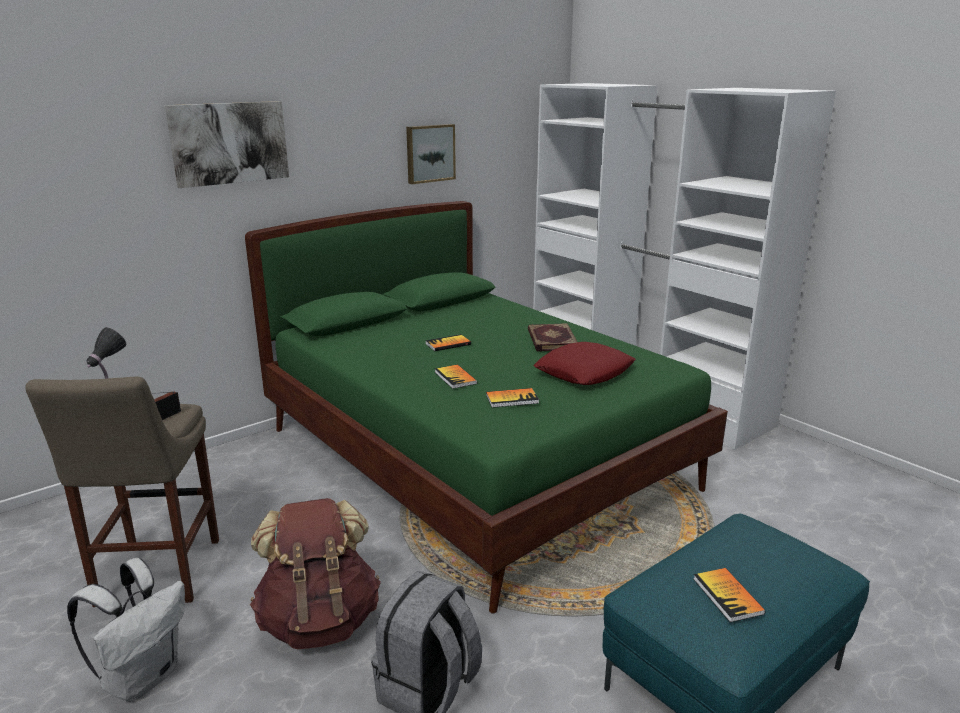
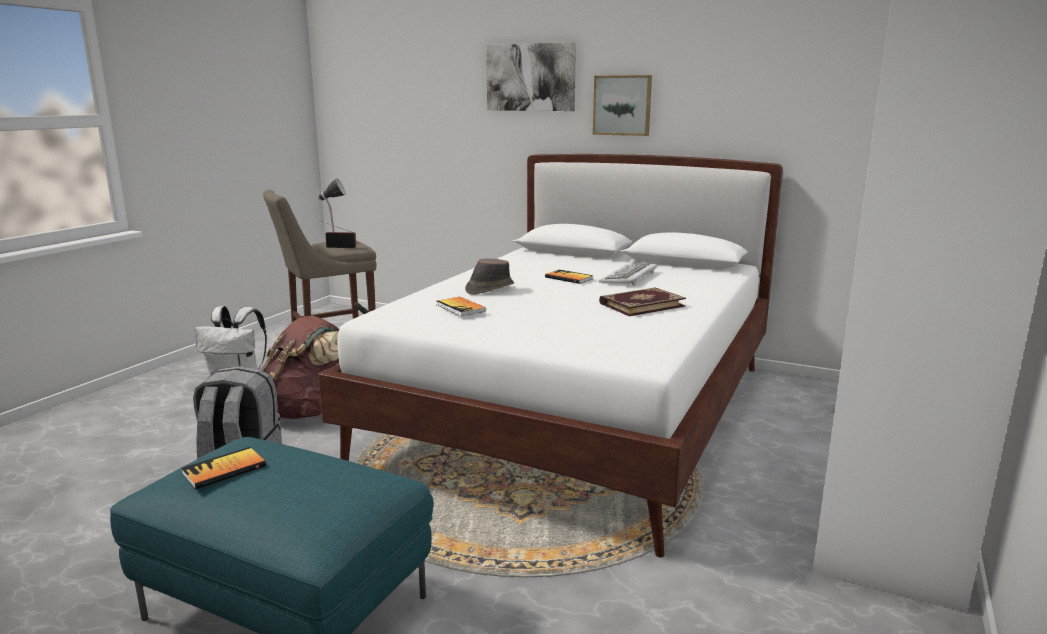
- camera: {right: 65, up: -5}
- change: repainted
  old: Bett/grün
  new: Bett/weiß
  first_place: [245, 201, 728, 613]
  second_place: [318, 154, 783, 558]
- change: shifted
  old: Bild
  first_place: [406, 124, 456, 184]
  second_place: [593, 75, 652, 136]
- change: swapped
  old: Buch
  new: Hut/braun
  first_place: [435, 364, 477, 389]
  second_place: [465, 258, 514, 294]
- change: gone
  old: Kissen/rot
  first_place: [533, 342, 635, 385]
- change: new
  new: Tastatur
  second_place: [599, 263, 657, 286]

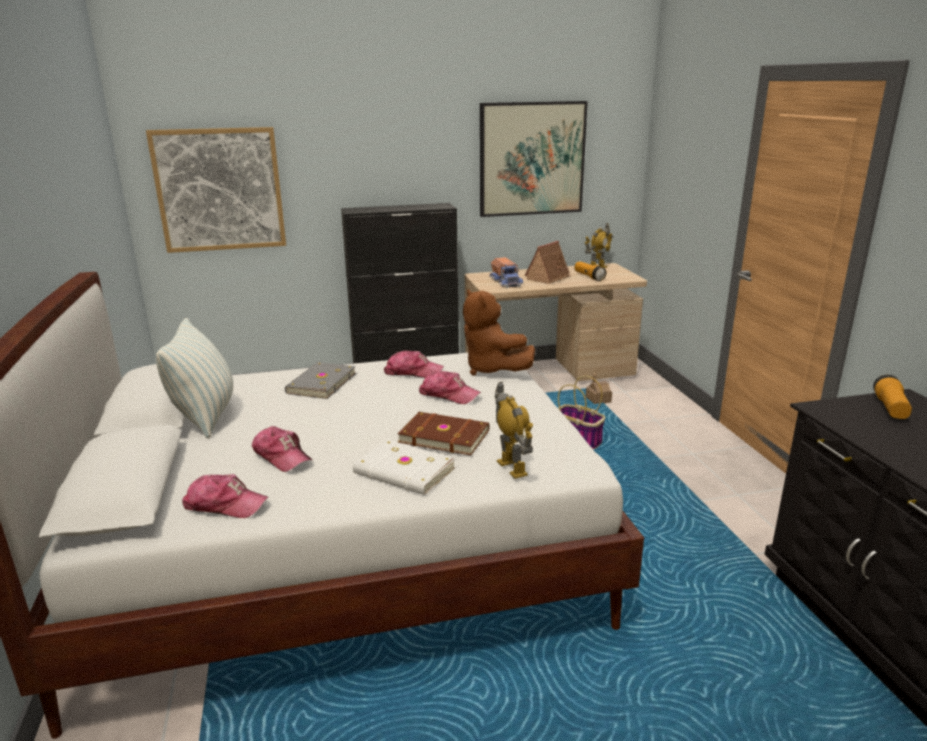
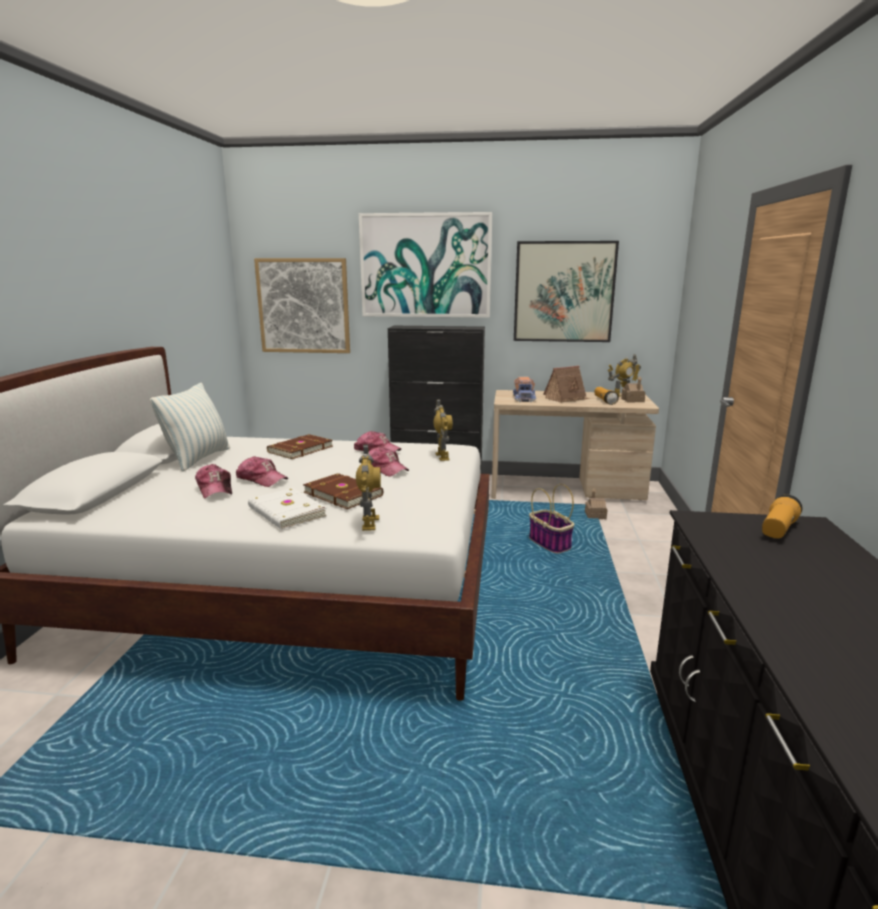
- camera: {right: 20, up: -5}
- change: shifted
  old: Kappe
  first_place: [182, 474, 268, 518]
  second_place: [236, 456, 288, 487]
- change: repainted
  old: Buch/grau
  new: Buch/braun
  first_place: [285, 362, 356, 399]
  second_place: [267, 434, 333, 459]
- change: swapped
  old: Plüschtier/braun
  new: Spielzeugroboter
  first_place: [463, 289, 535, 376]
  second_place: [433, 399, 453, 461]
- change: new
  new: Bild
  second_place: [359, 212, 492, 318]
- change: new
  new: Spielzeughaus
  second_place: [621, 376, 646, 402]

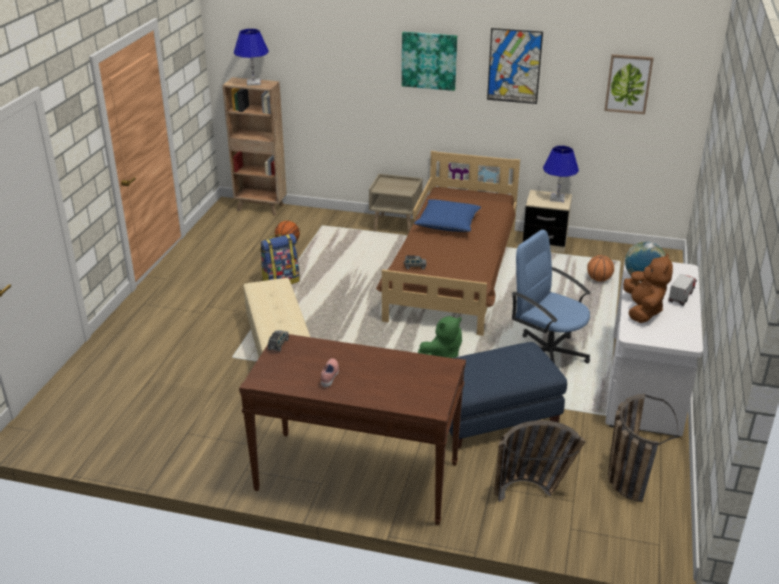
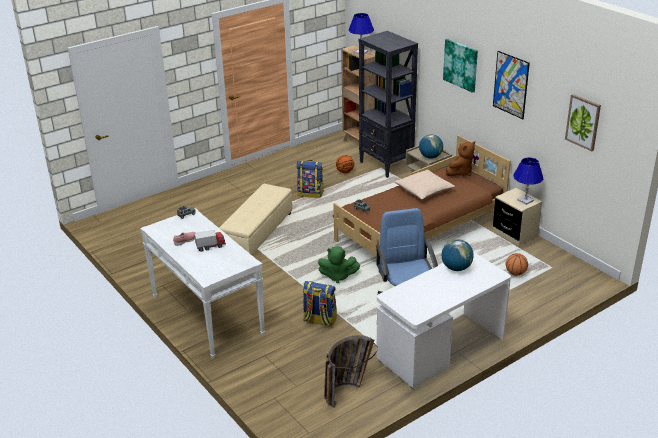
- camera: {right: 40, up: 0}
- change: repainted
  old: Konsolentisch/braun
  new: Konsolentisch/weiß
  first_place: [239, 334, 466, 525]
  second_place: [140, 208, 265, 359]
- change: repainted
  old: Kissen/blau
  new: Kissen/beige
  first_place: [414, 199, 481, 232]
  second_place: [394, 170, 455, 200]
- change: swapped
  old: Polsterhocker/blau
  new: Rucksack
  first_place: [449, 342, 567, 448]
  second_place: [303, 281, 337, 327]
- change: gone
  old: Korb
  first_place: [494, 420, 586, 502]
- change: shifted
  old: Plüschtier/braun
  first_place: [623, 254, 673, 323]
  second_place: [446, 141, 475, 176]
- change: shifted
  old: Spielzeuglaster
  first_place: [668, 274, 697, 306]
  second_place: [194, 230, 226, 252]
- change: new
  new: Bücherregal/schwarz
  second_place: [359, 31, 418, 178]
- change: new
  new: Globus
  second_place: [419, 134, 443, 159]

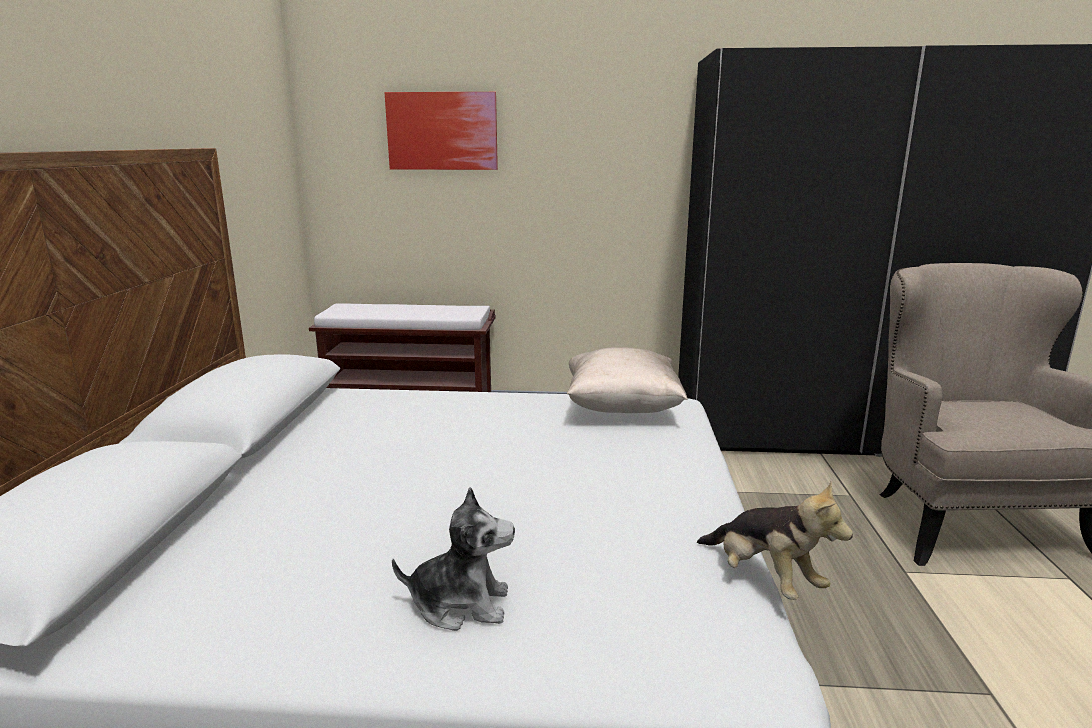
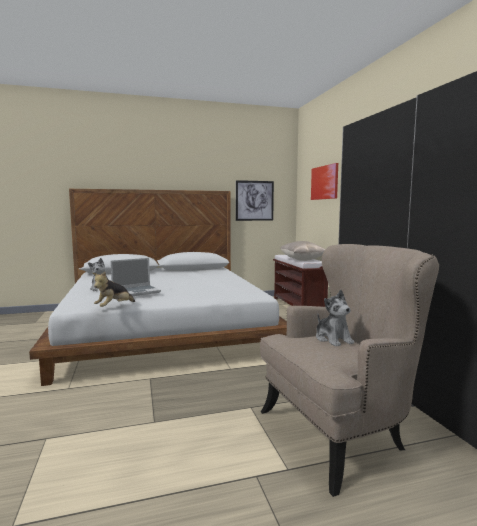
- camera: {right: 70, up: -10}
- change: shifted
  old: Kissen/beige
  first_place: [567, 347, 688, 413]
  second_place: [280, 241, 325, 261]
- change: new
  new: Laptop
  second_place: [111, 258, 161, 296]
- change: new
  new: Bild
  second_place: [236, 180, 274, 221]
- change: new
  new: Plüschtier
  second_place: [316, 290, 354, 346]

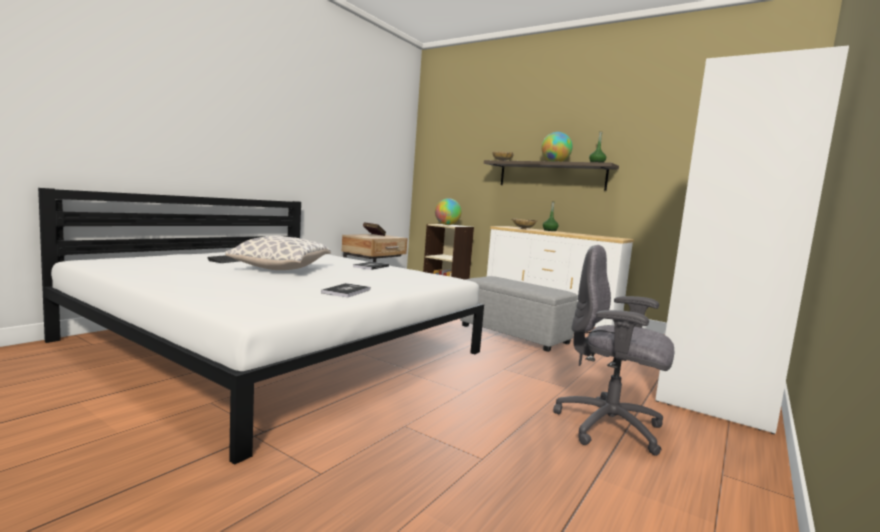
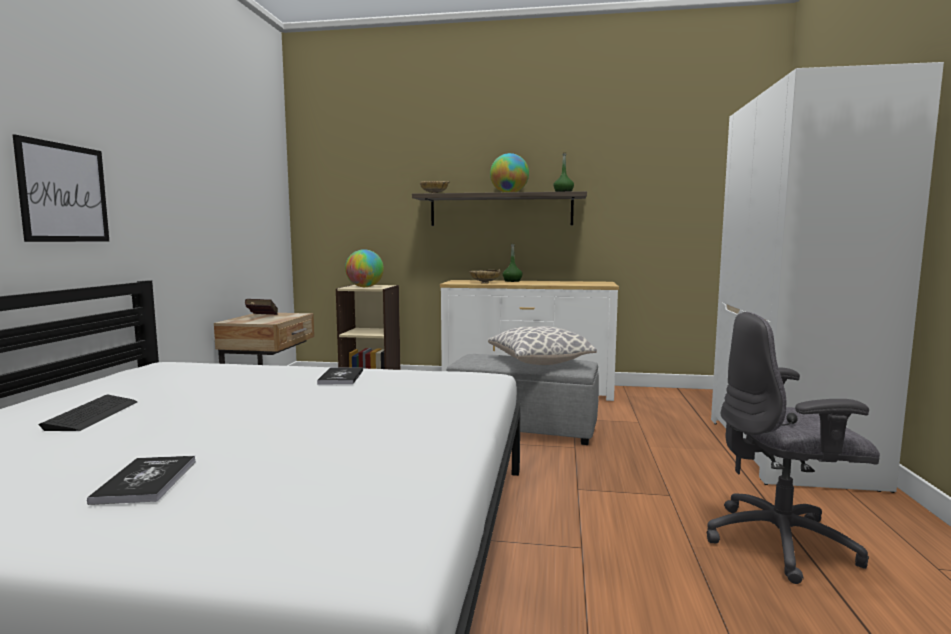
- camera: {right: -25, up: 0}
- change: shifted
  old: Kissen
  first_place: [225, 236, 331, 270]
  second_place: [488, 326, 597, 365]
- change: shifted
  old: Buch
  first_place: [321, 283, 370, 298]
  second_place: [87, 456, 196, 505]
- change: new
  new: Bild
  second_place: [13, 135, 109, 242]

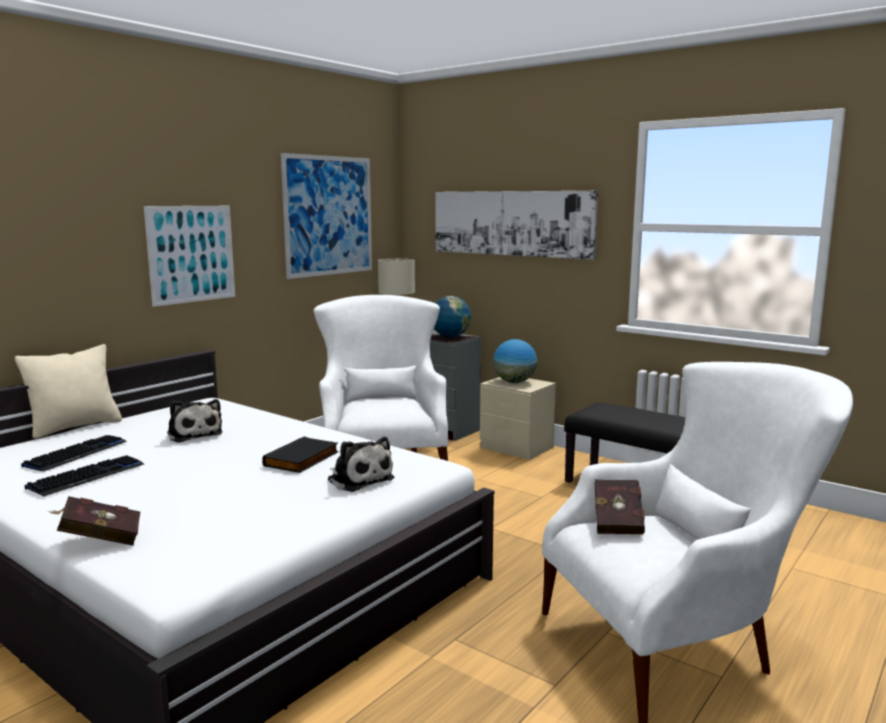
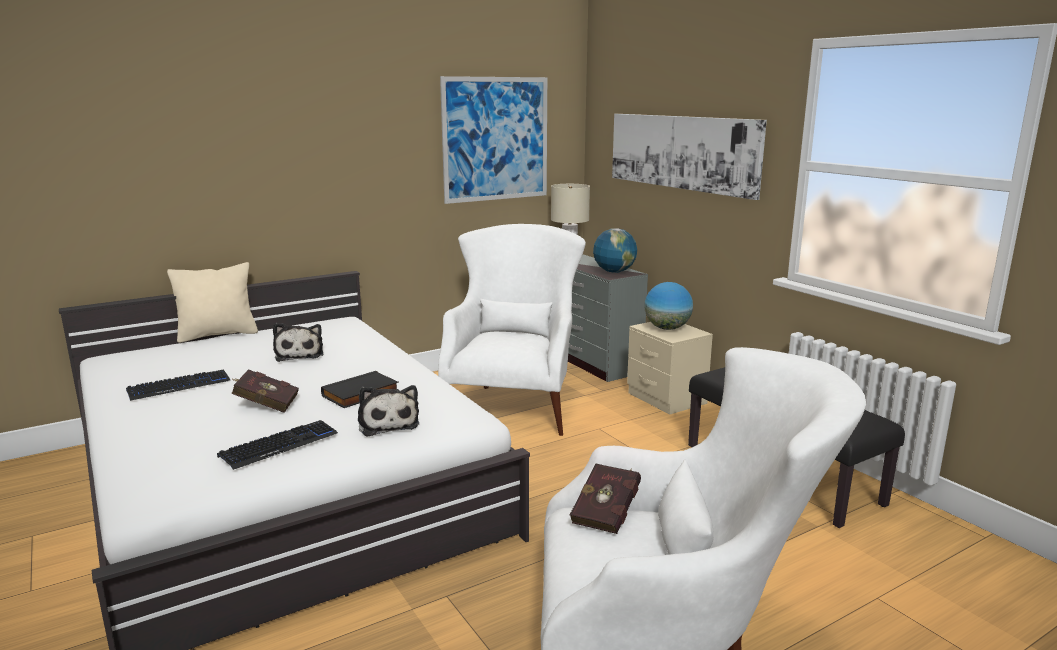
- camera: {right: 20, up: 5}
- change: shifted
  old: Tastatur
  first_place: [21, 435, 127, 472]
  second_place: [217, 420, 338, 470]
- change: shifted
  old: Buch/rot
  first_place: [48, 496, 140, 546]
  second_place: [231, 369, 299, 413]
- change: gone
  old: Bild
  first_place: [144, 206, 235, 307]

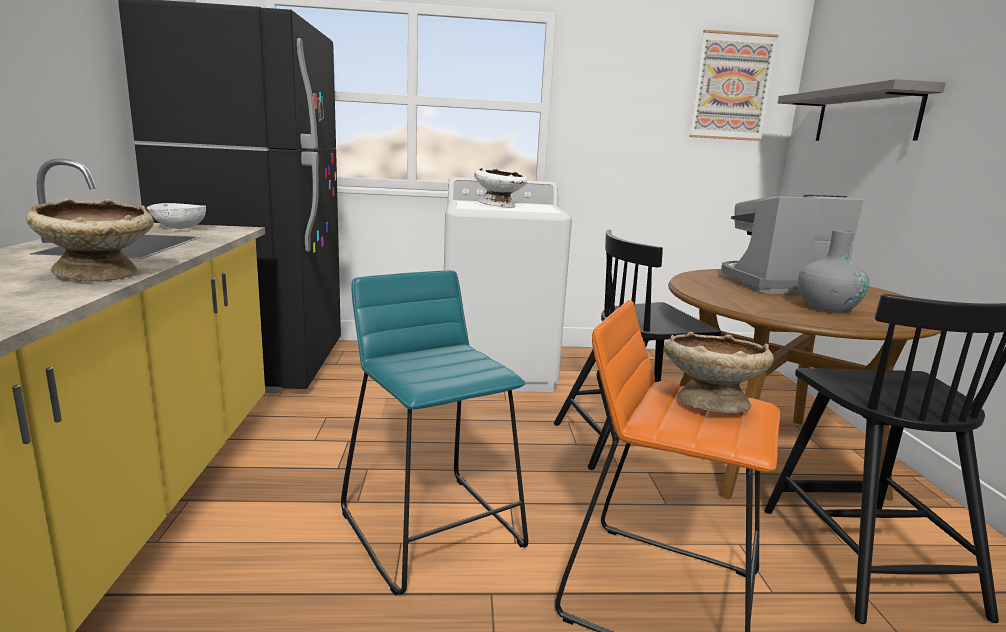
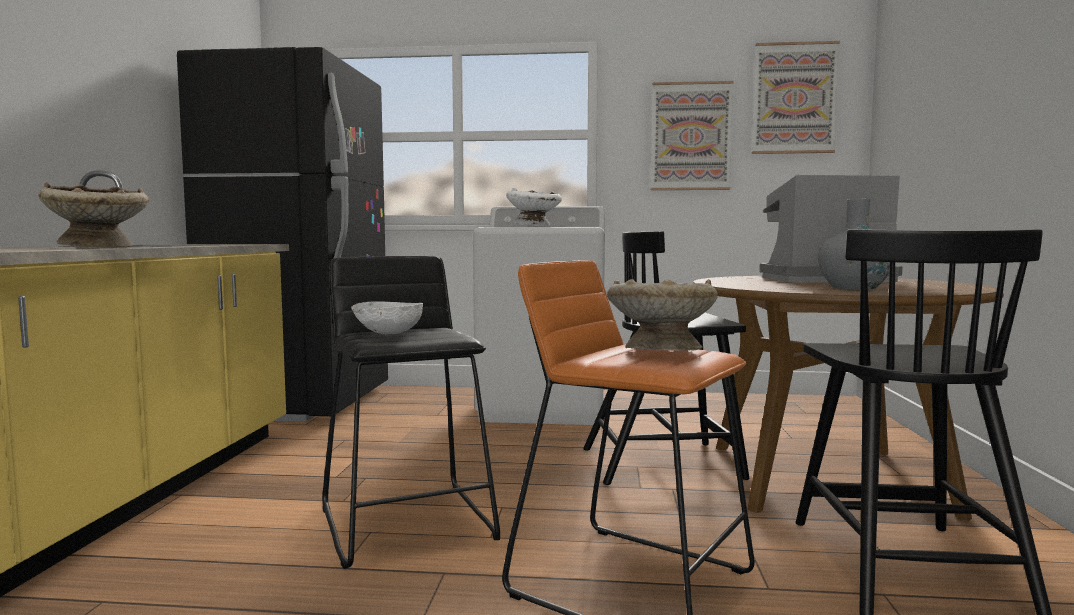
- camera: {right: 10, up: -10}
- change: shifted
  old: Schüssel/weiß
  first_place: [147, 203, 206, 229]
  second_place: [351, 302, 423, 335]
- change: repainted
  old: Hocker/türkis
  new: Hocker/schwarz
  first_place: [341, 270, 528, 595]
  second_place: [322, 256, 500, 569]
- change: gone
  old: Wandregal/grau
  first_place: [778, 79, 946, 141]
- change: new
  new: Bild
  second_place: [650, 81, 733, 190]

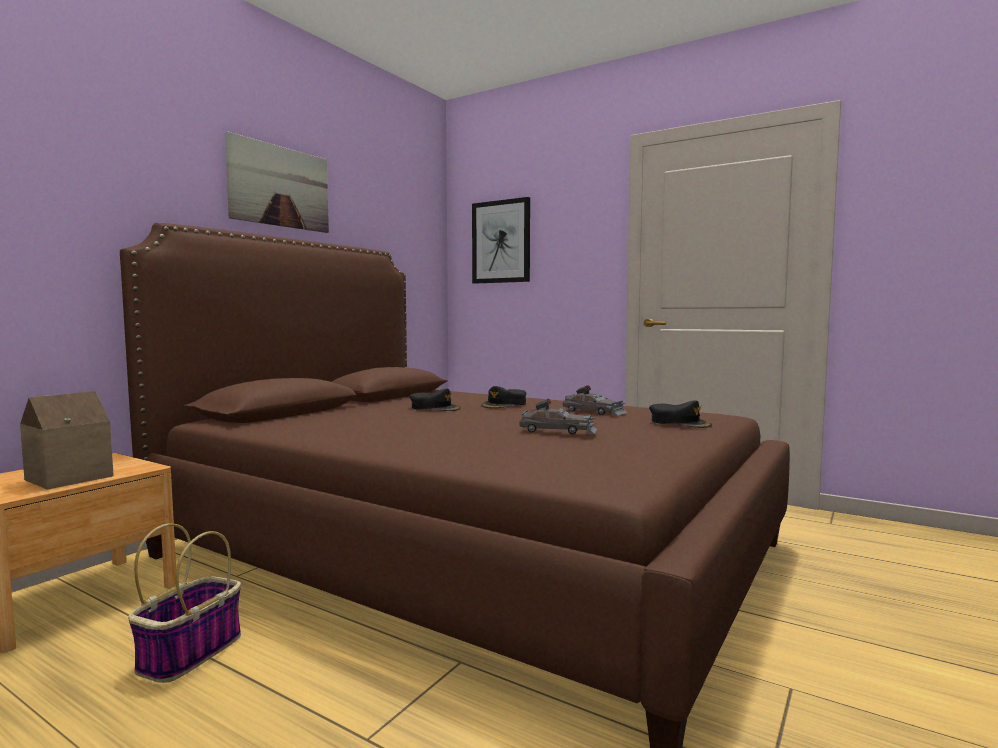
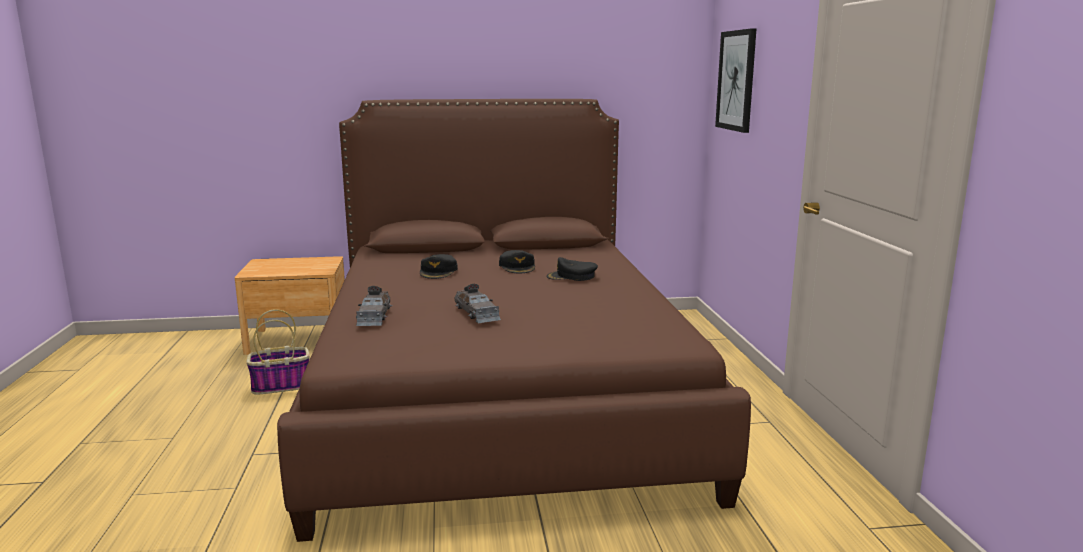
- camera: {right: 50, up: 10}
- change: gone
  old: Spielzeughaus
  first_place: [20, 391, 114, 490]
- change: gone
  old: Bild
  first_place: [225, 131, 329, 233]
- change: shifted
  old: Spielzeugauto/grau
  first_place: [563, 385, 628, 416]
  second_place: [356, 286, 393, 326]
- change: shifted
  old: Kappe/schwarz
  first_place: [649, 400, 712, 428]
  second_place: [420, 254, 458, 279]

